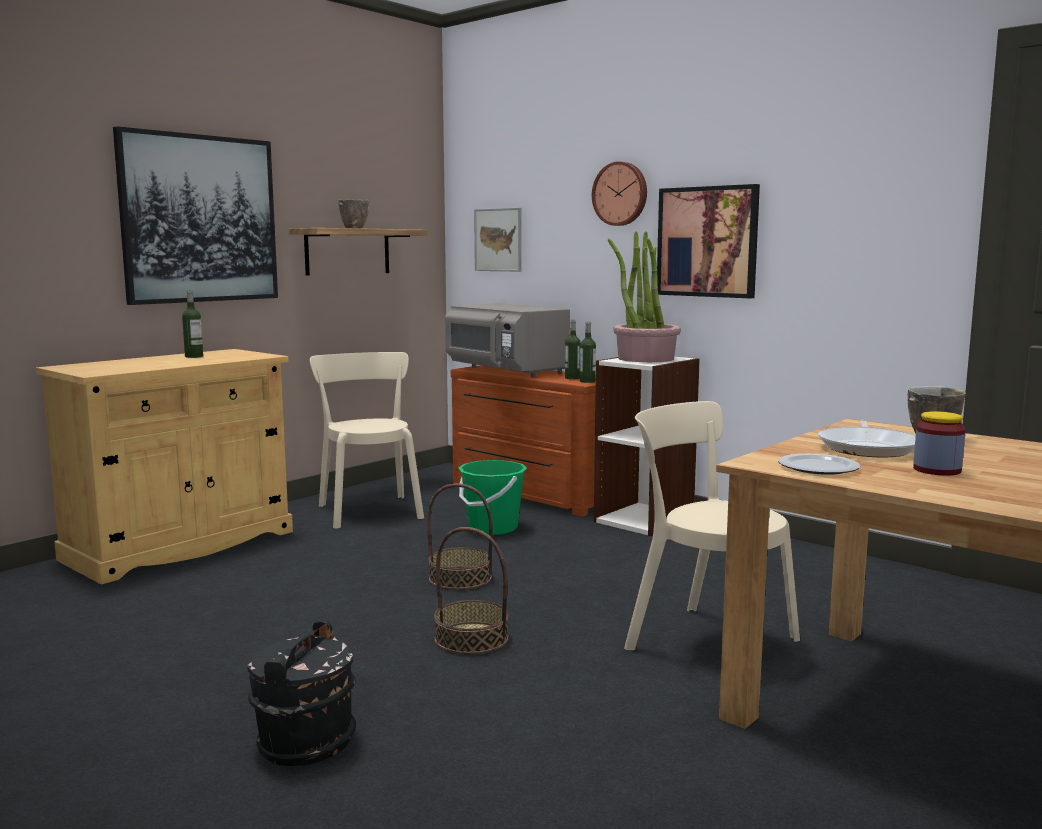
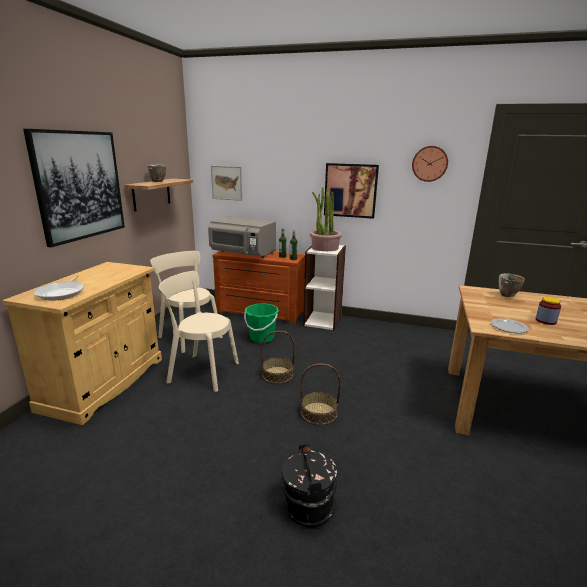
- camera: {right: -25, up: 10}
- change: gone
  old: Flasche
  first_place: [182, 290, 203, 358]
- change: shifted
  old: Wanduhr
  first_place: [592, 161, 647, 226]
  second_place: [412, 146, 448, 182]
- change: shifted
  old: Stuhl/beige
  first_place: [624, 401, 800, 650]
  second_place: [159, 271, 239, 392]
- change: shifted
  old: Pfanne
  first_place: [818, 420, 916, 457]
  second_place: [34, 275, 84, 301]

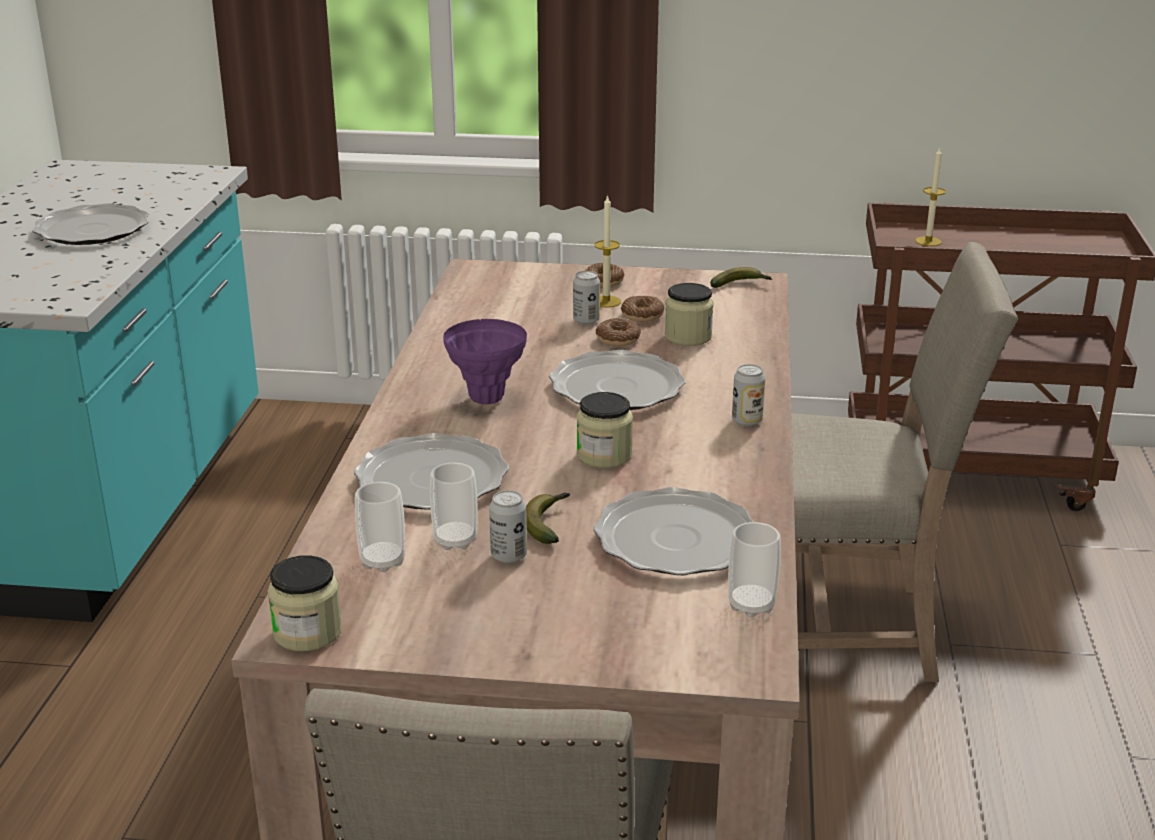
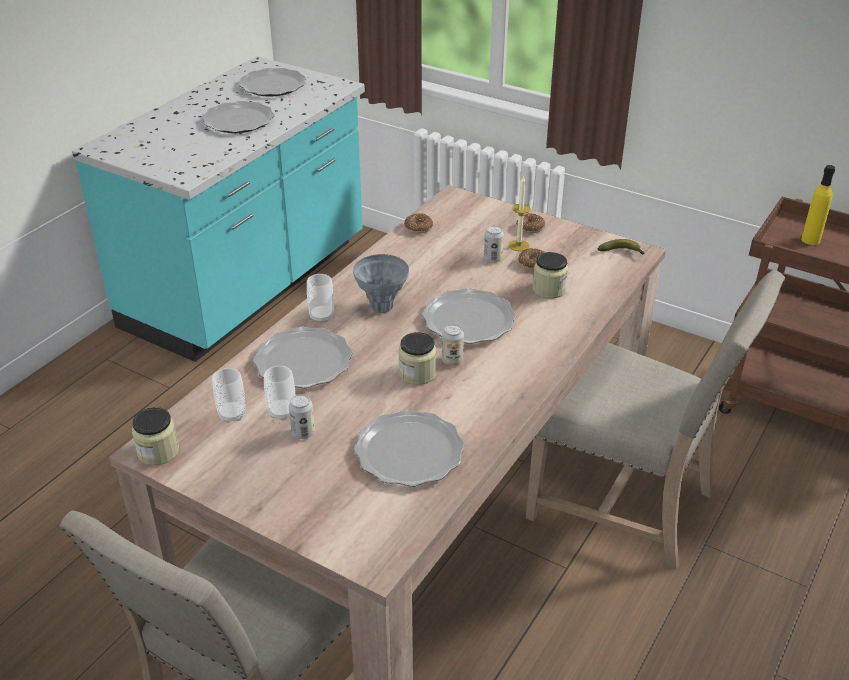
- camera: {right: 25, up: 10}
- change: repainted
  old: Vase/lila
  new: Vase/grau
  first_place: [443, 319, 527, 404]
  second_place: [353, 254, 409, 313]
- change: gone
  old: Banane
  first_place: [526, 493, 570, 544]
- change: shifted
  old: Donut
  first_place: [596, 318, 641, 346]
  second_place: [404, 213, 433, 234]
- change: shifted
  old: Tasse
  first_place: [728, 522, 781, 617]
  second_place: [307, 274, 334, 323]
- change: shifted
  old: Dose
  first_place: [732, 364, 765, 426]
  second_place: [442, 324, 464, 366]
- change: swapped
  old: Kerze
  new: Flasche/gelb
  first_place: [915, 147, 946, 246]
  second_place: [801, 165, 835, 245]
- change: new
  new: Teller
  second_place: [239, 68, 306, 97]

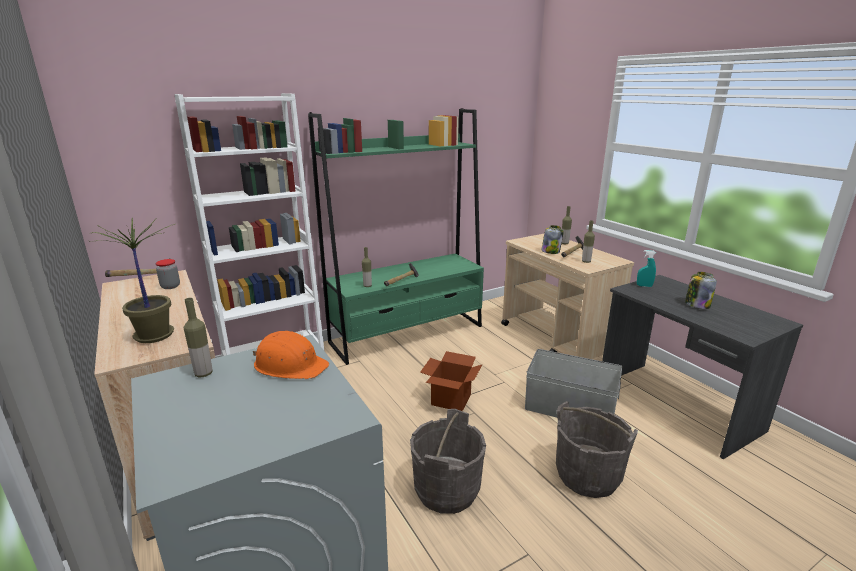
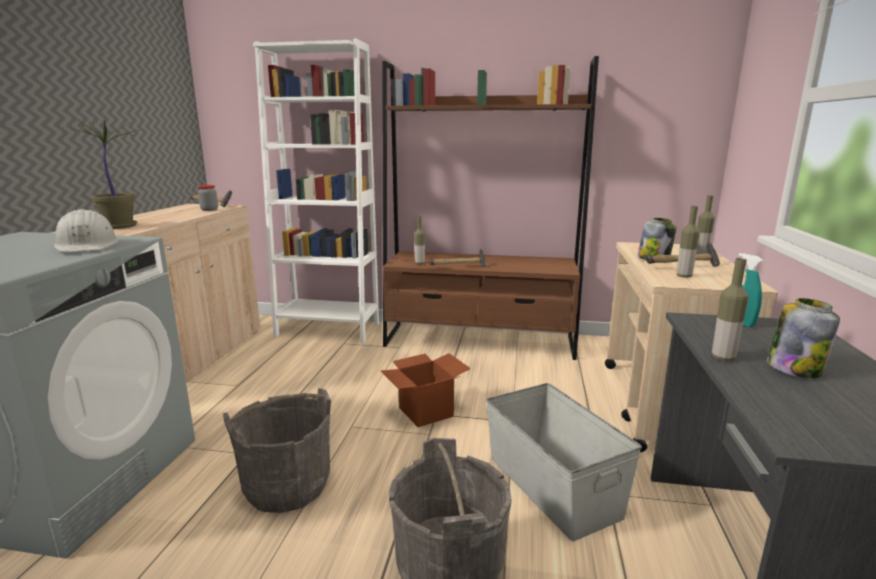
- camera: {right: 40, up: -5}
- change: shifted
  old: Flasche
  first_place: [184, 298, 213, 377]
  second_place: [712, 258, 749, 361]
- change: repainted
  old: Schutzhelm/orange
  new: Schutzhelm/weiß
  first_place: [253, 331, 329, 379]
  second_place: [54, 209, 119, 252]
- change: repainted
  old: Bücherregal/grün
  new: Bücherregal/braun
  first_place: [308, 108, 484, 365]
  second_place: [382, 56, 599, 360]

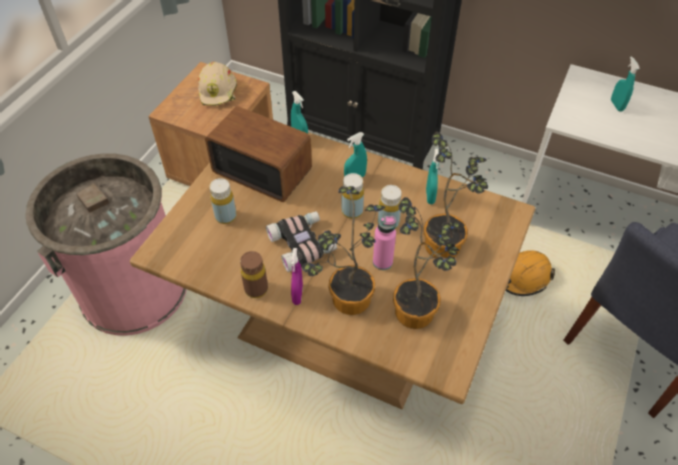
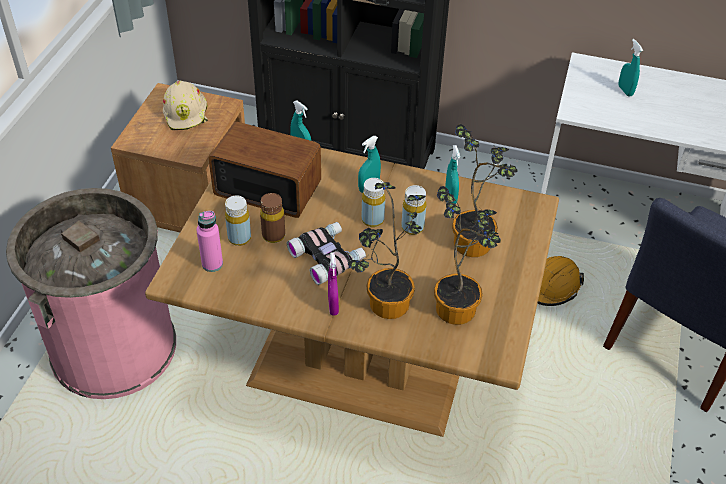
- camera: {right: -10, up: -5}
- change: shifted
  old: Flasche/braun
  first_place: [240, 251, 268, 298]
  second_place: [260, 193, 285, 243]
- change: shifted
  old: Flasche/rosa
  first_place: [373, 216, 396, 270]
  second_place: [196, 211, 223, 272]

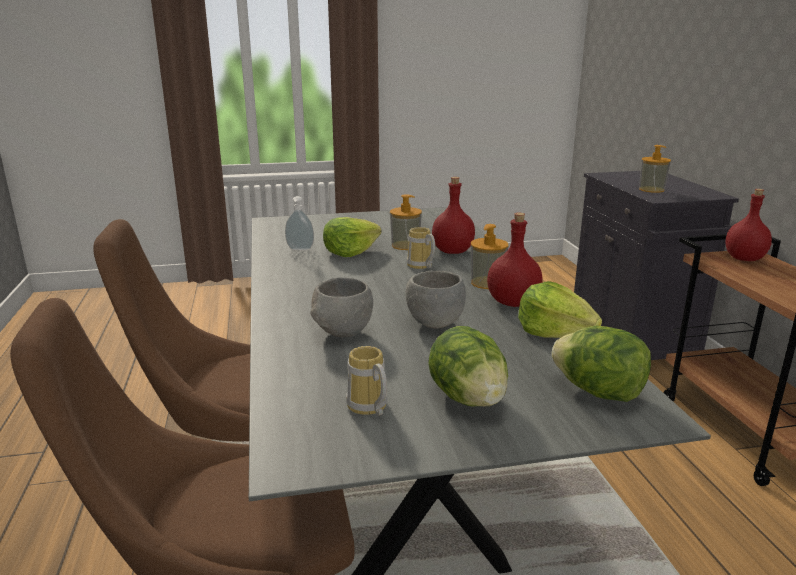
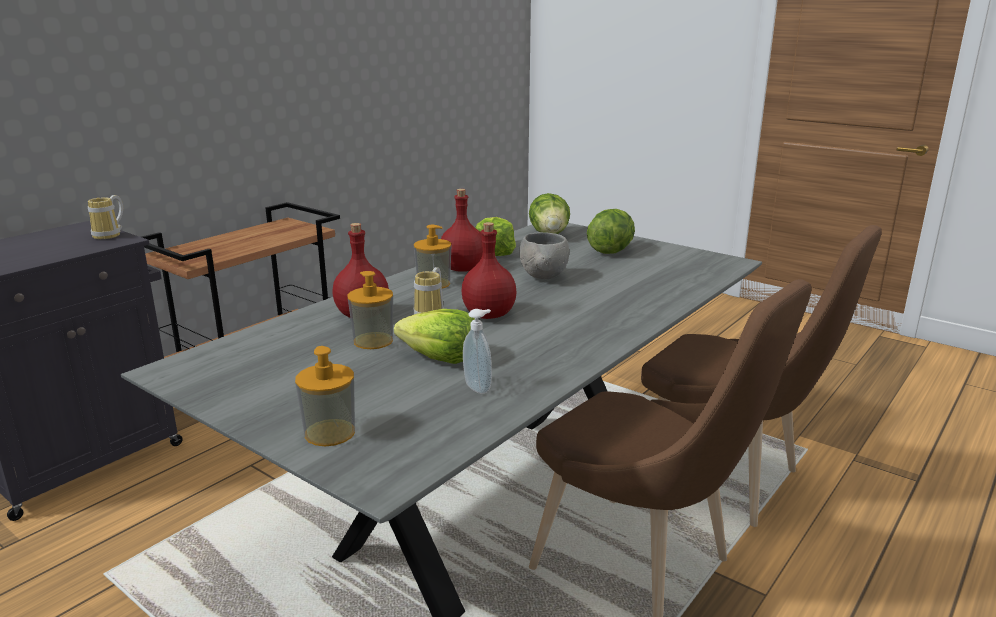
- camera: {right: -130, up: 0}
- change: gone
  old: Schüssel/grau
  first_place: [310, 277, 373, 337]
- change: shifted
  old: Henkelbecher
  first_place: [346, 346, 388, 416]
  second_place: [88, 195, 123, 239]
- change: shifted
  old: Seifenspender
  first_place: [639, 145, 671, 193]
  second_place: [295, 346, 355, 446]
- change: shifted
  old: Flasche/rot
  first_place: [725, 189, 772, 261]
  second_place: [462, 222, 517, 319]

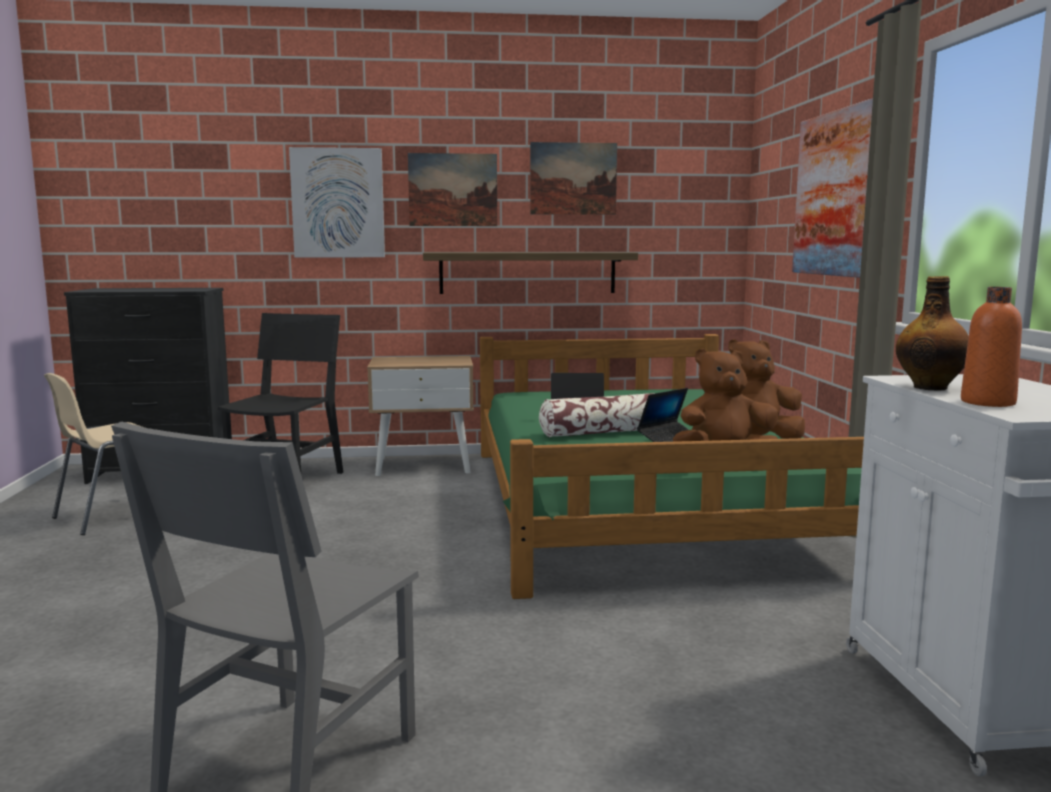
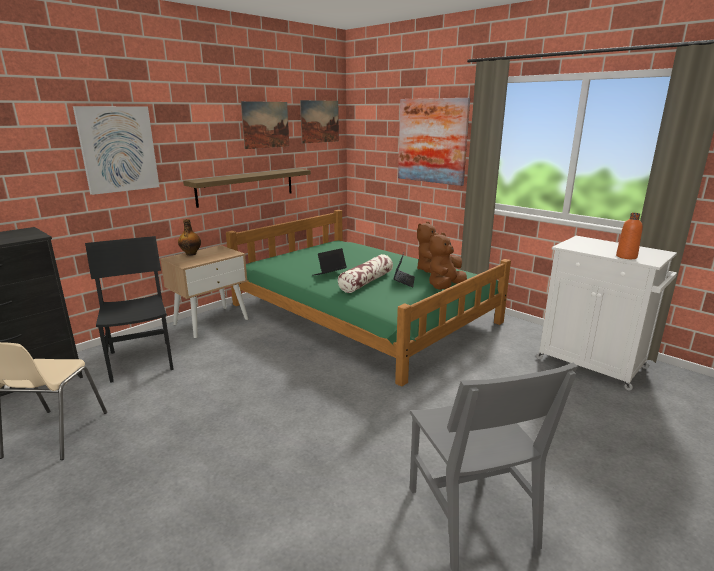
- camera: {right: -40, up: 10}
- change: shifted
  old: Bild
  first_place: [408, 153, 497, 226]
  second_place: [300, 100, 339, 144]
- change: shifted
  old: Flasche
  first_place: [896, 276, 969, 390]
  second_place: [178, 219, 201, 256]

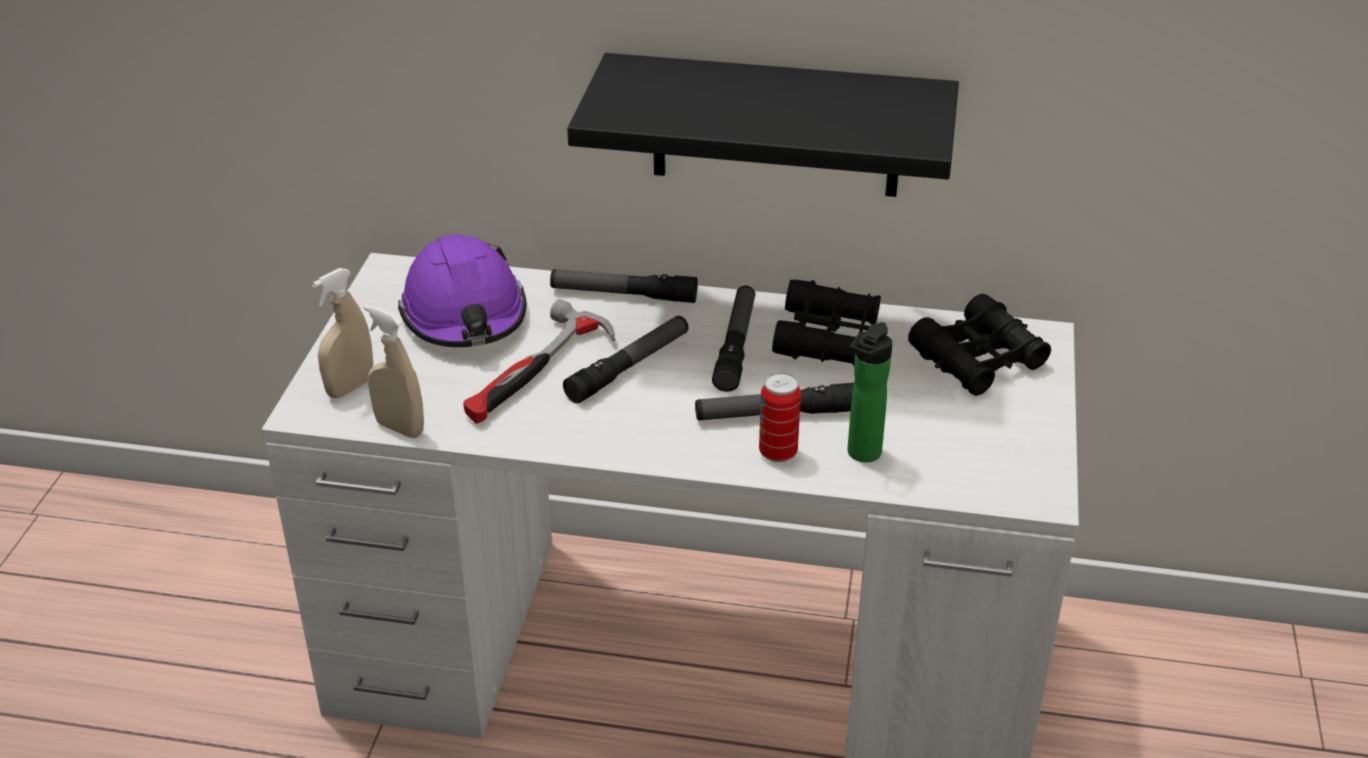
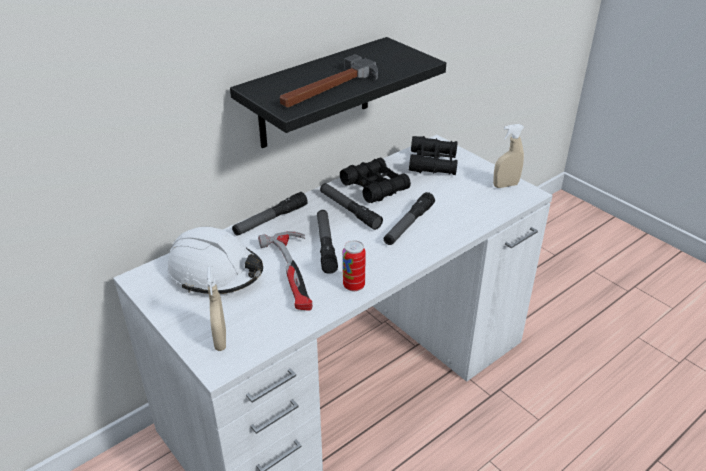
- camera: {right: -50, up: 0}
- change: shifted
  old: Sprühflasche/beige
  first_place: [364, 304, 424, 438]
  second_place: [493, 124, 525, 188]
- change: repainted
  old: Schutzhelm/lila
  new: Schutzhelm/weiß
  first_place: [398, 234, 527, 347]
  second_place: [167, 227, 263, 294]
- change: shifted
  old: Dose
  first_place: [759, 372, 801, 462]
  second_place: [343, 240, 366, 291]
- change: gone
  old: Flasche
  first_place: [847, 322, 893, 462]
- change: new
  new: Hammer
  second_place: [280, 54, 378, 108]

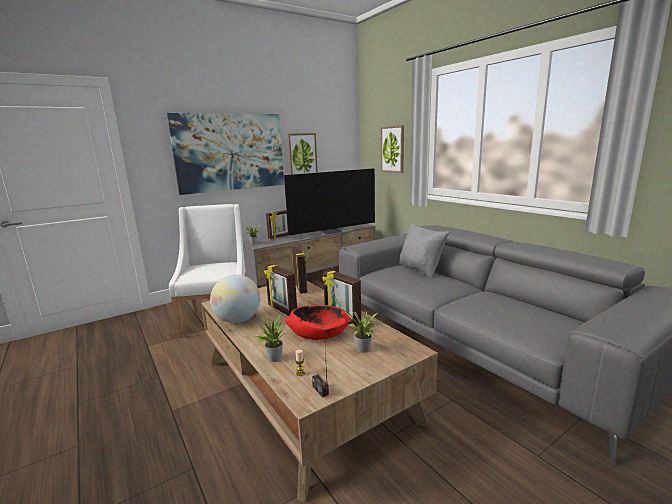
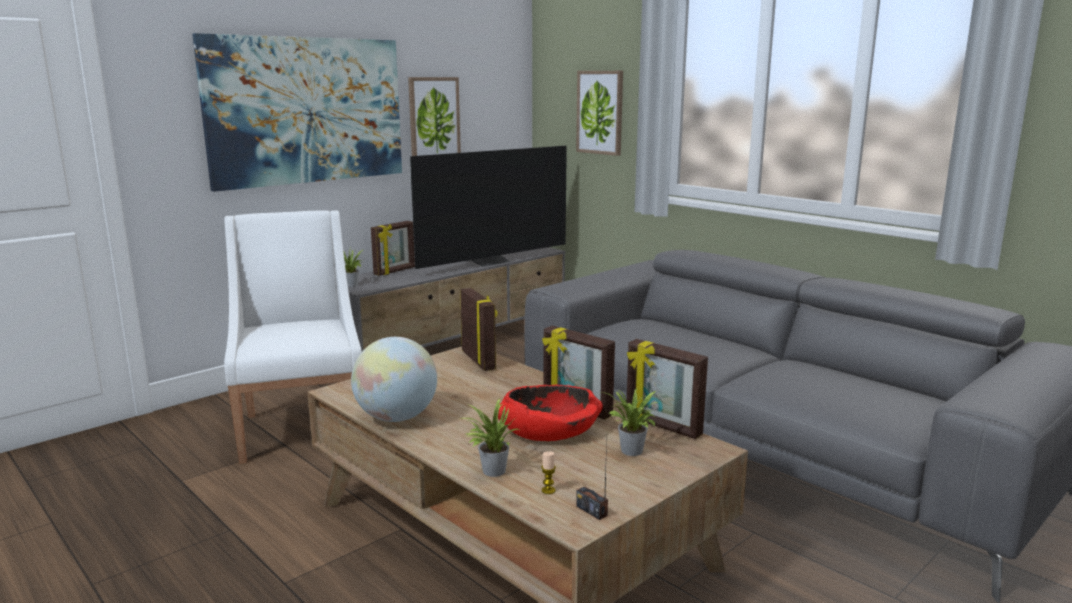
- camera: {right: -10, up: 0}
- change: shifted
  old: Bilderrahmen
  first_place: [264, 264, 297, 316]
  second_place: [626, 339, 708, 439]
- change: gone
  old: Kissen/grau
  first_place: [399, 223, 449, 278]

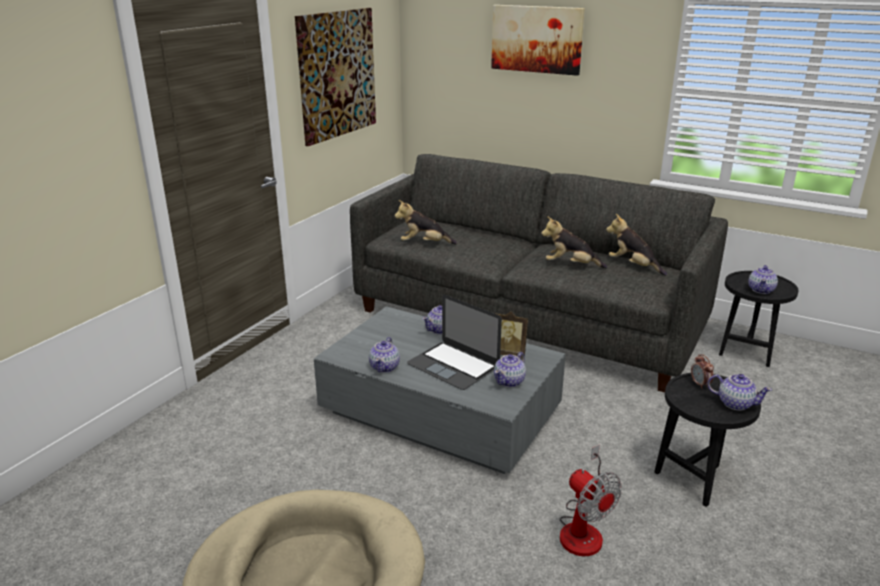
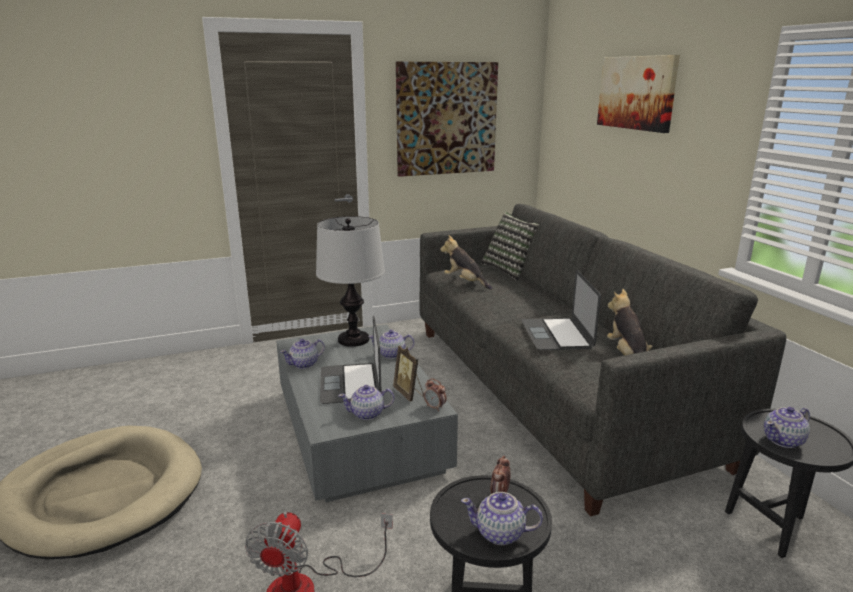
- camera: {right: 40, up: -5}
- change: swapped
  old: Plüschtier
  new: Laptop
  first_place: [541, 216, 607, 268]
  second_place: [521, 270, 601, 350]
- change: rotated
  old: Teekanne
  first_place: [708, 374, 772, 411]
  second_place: [461, 492, 543, 545]
  degrees: 120
- change: new
  new: Tischlampe
  second_place: [316, 216, 385, 347]
- change: new
  new: Wecker
  second_place: [424, 379, 447, 411]
- change: new
  new: Kissen
  second_place: [481, 212, 539, 281]

